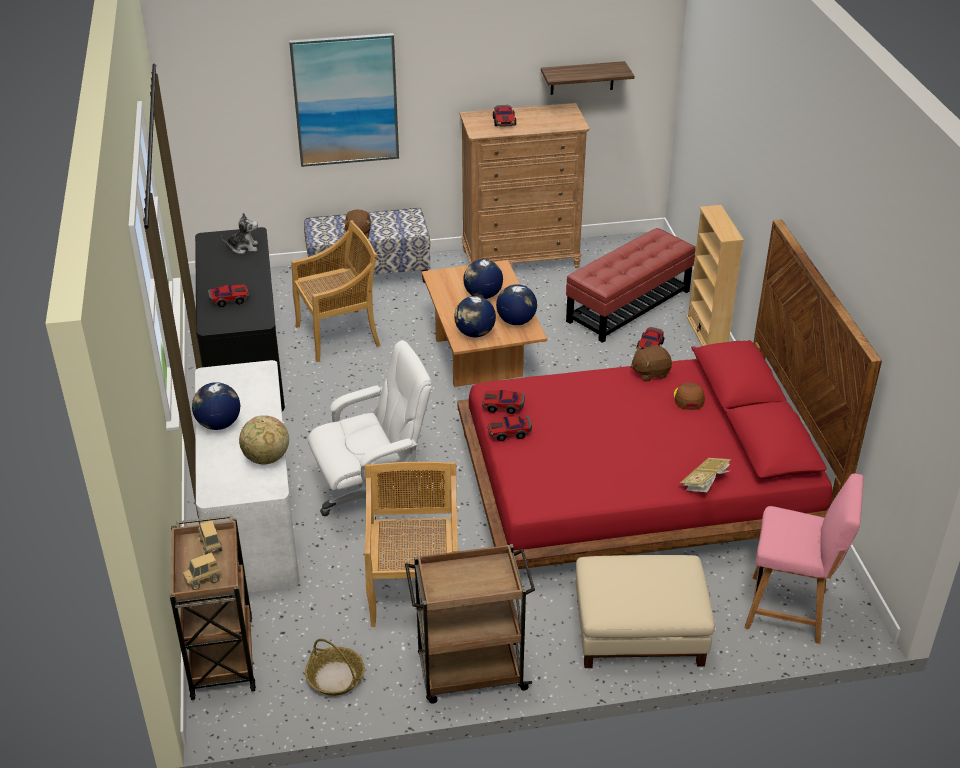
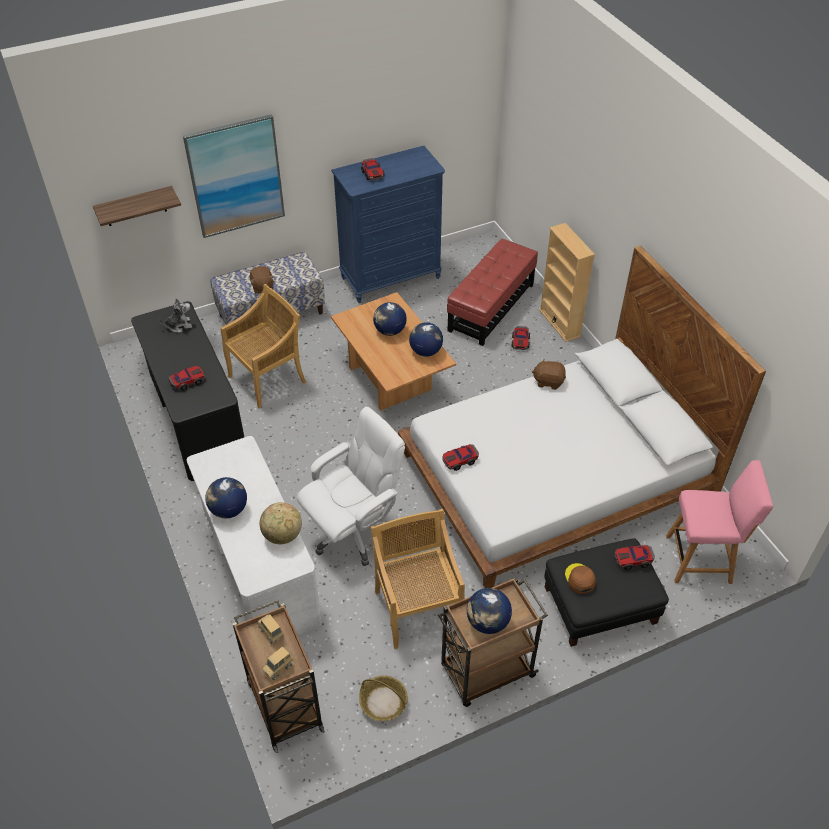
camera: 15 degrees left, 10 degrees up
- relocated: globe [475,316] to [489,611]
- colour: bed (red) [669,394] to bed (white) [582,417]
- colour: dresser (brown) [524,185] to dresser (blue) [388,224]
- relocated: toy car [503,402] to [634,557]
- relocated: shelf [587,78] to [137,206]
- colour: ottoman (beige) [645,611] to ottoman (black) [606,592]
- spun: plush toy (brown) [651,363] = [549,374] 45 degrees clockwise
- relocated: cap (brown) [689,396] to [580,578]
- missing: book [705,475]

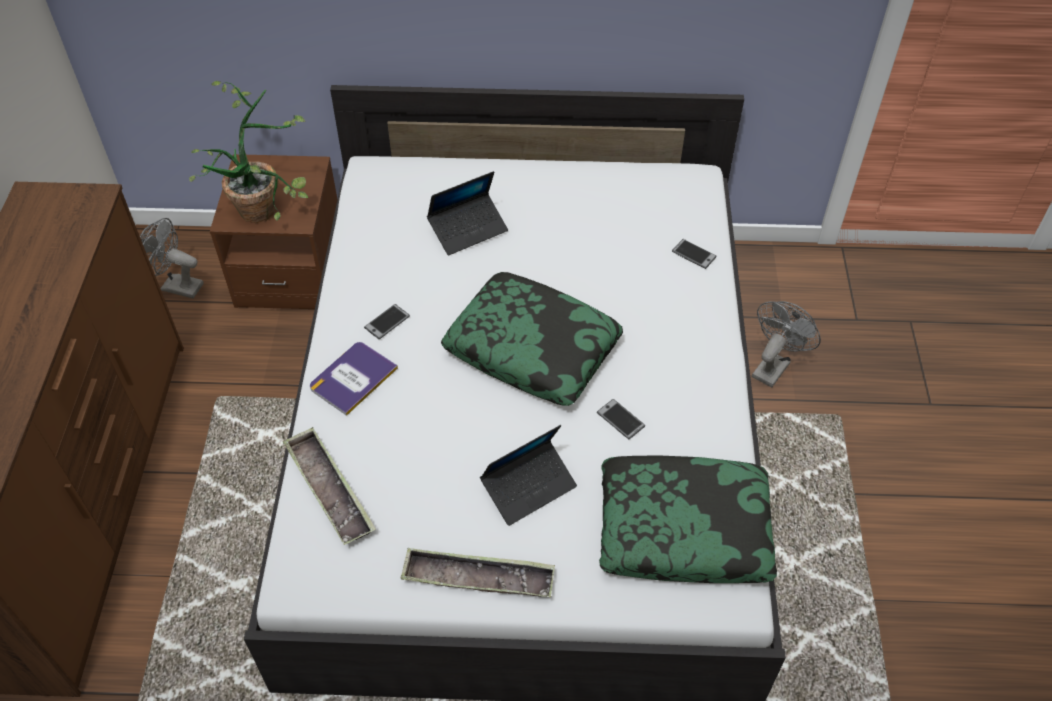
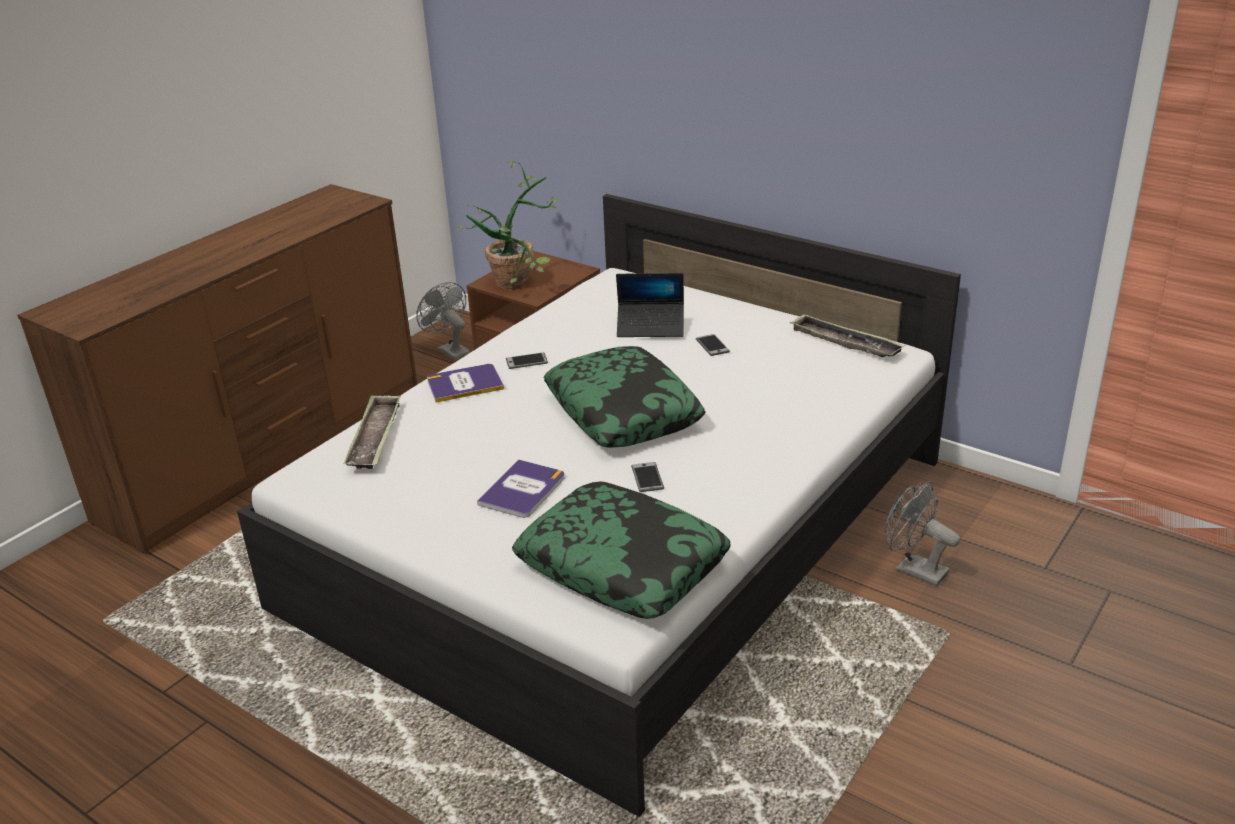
camera: 35 degrees right, 20 degrees down
- relocated: tray [477,572] to [847,335]
- exchanged: laptop [528,475] to book [521,488]
- relocated: phone [694,254] to [713,345]
- spun: fan (grey) [786,344] = [922,534] 120 degrees counterclockwise

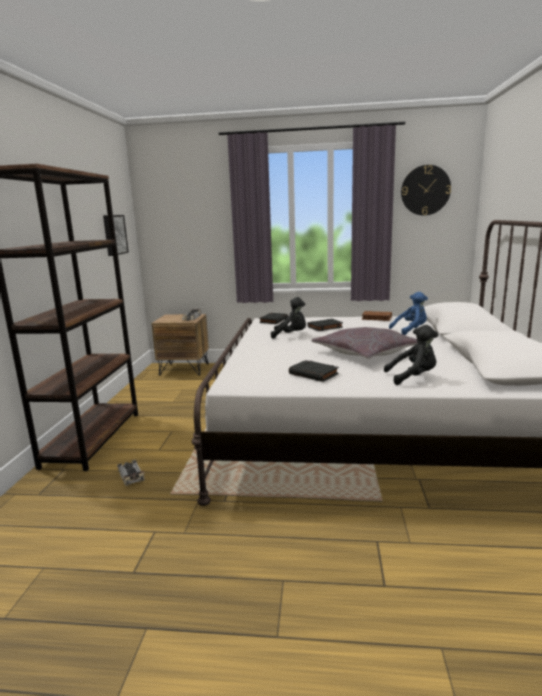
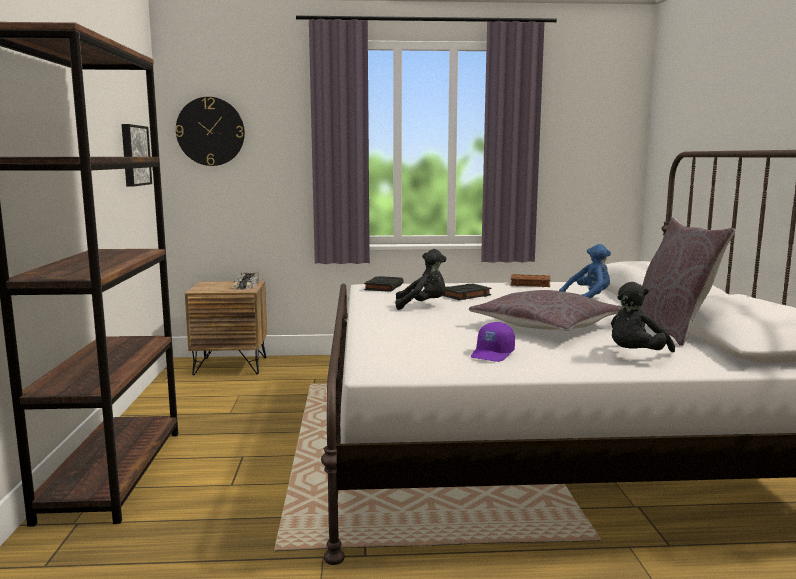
camera: 10 degrees left, 5 degrees down
- missing: toy car [131,473]
- exchanged: book (black) [314,371] to cap (purple) [493,342]
- spun: plush toy (black) [411,355] = [643,317] 150 degrees clockwise
- relocated: wall clock [426,190] to [210,131]
- appeared: pillow (grey) [687,281]

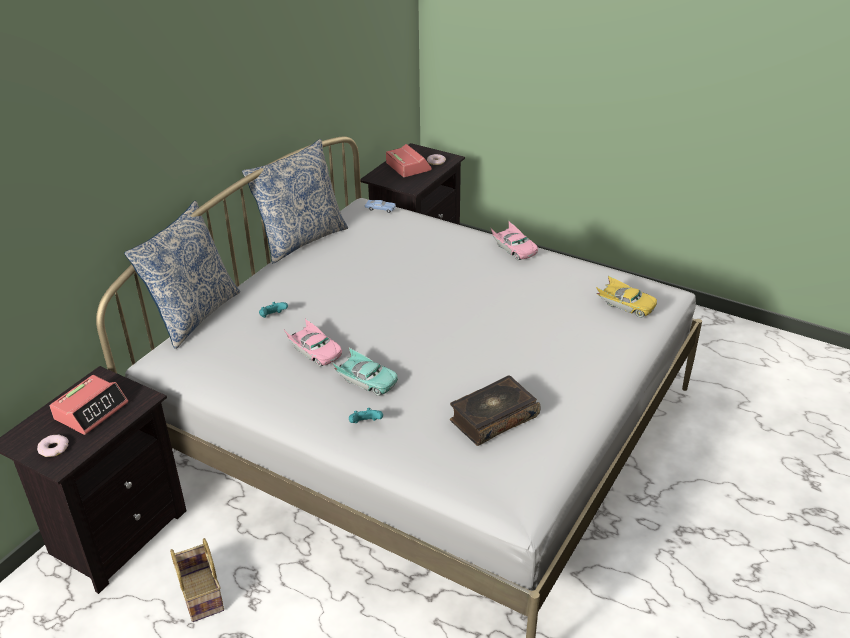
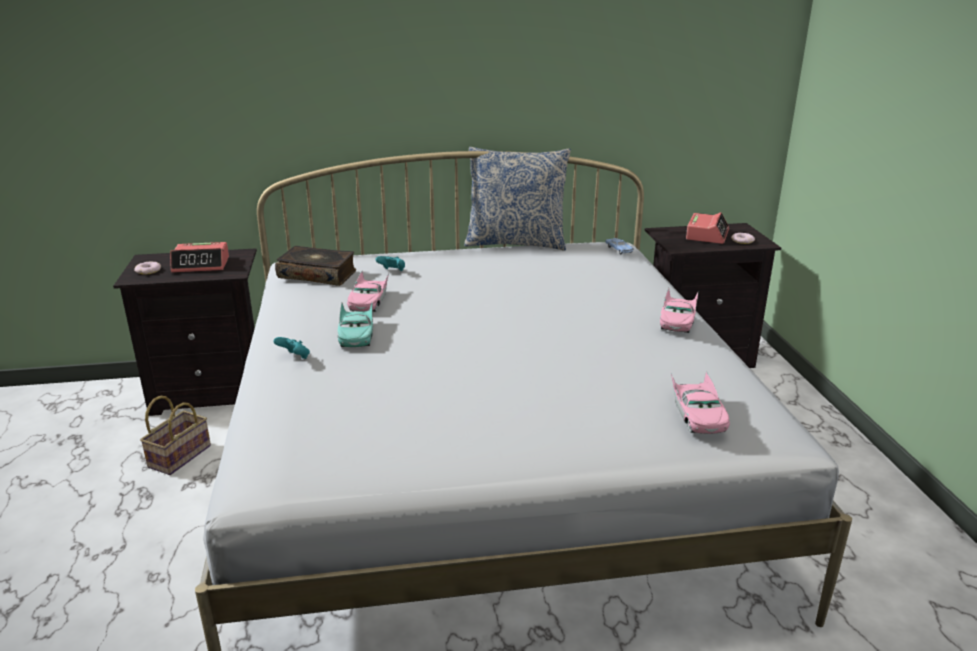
camera: 50 degrees right, 10 degrees down
- missing: pillow [182,275]
- relocated: book [495,410] to [315,266]
- colour: toy car (yellow) [626,297] to toy car (pink) [700,402]

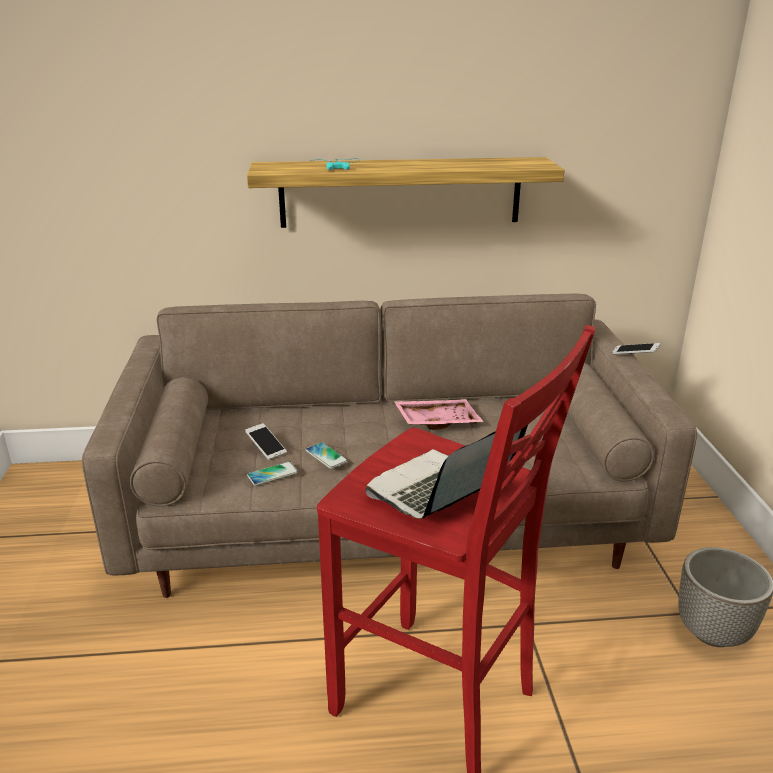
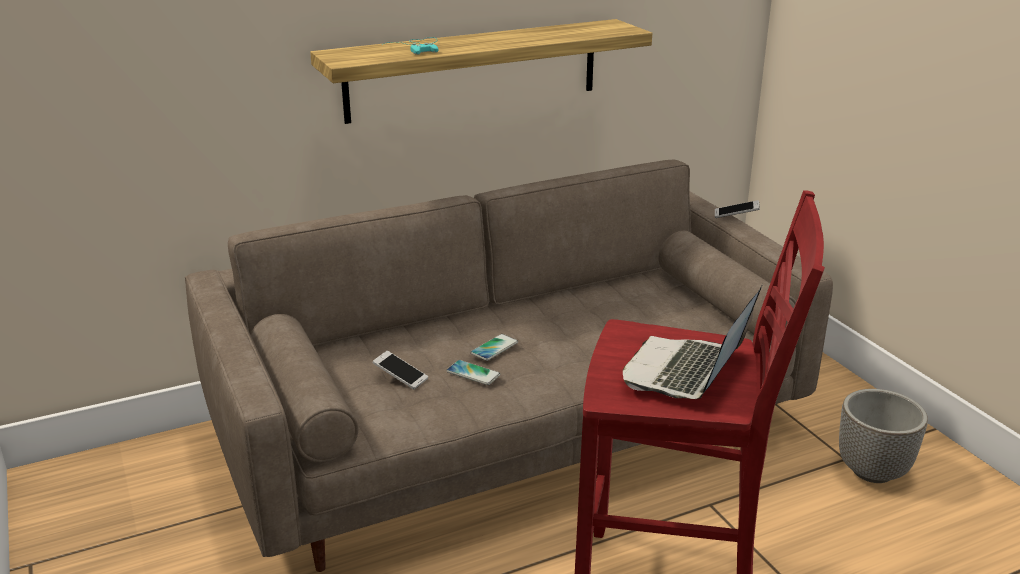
camera: 20 degrees left, 0 degrees up
- relocated: phone [272,474] to [494,347]
- missing: tray (pink) [439,414]

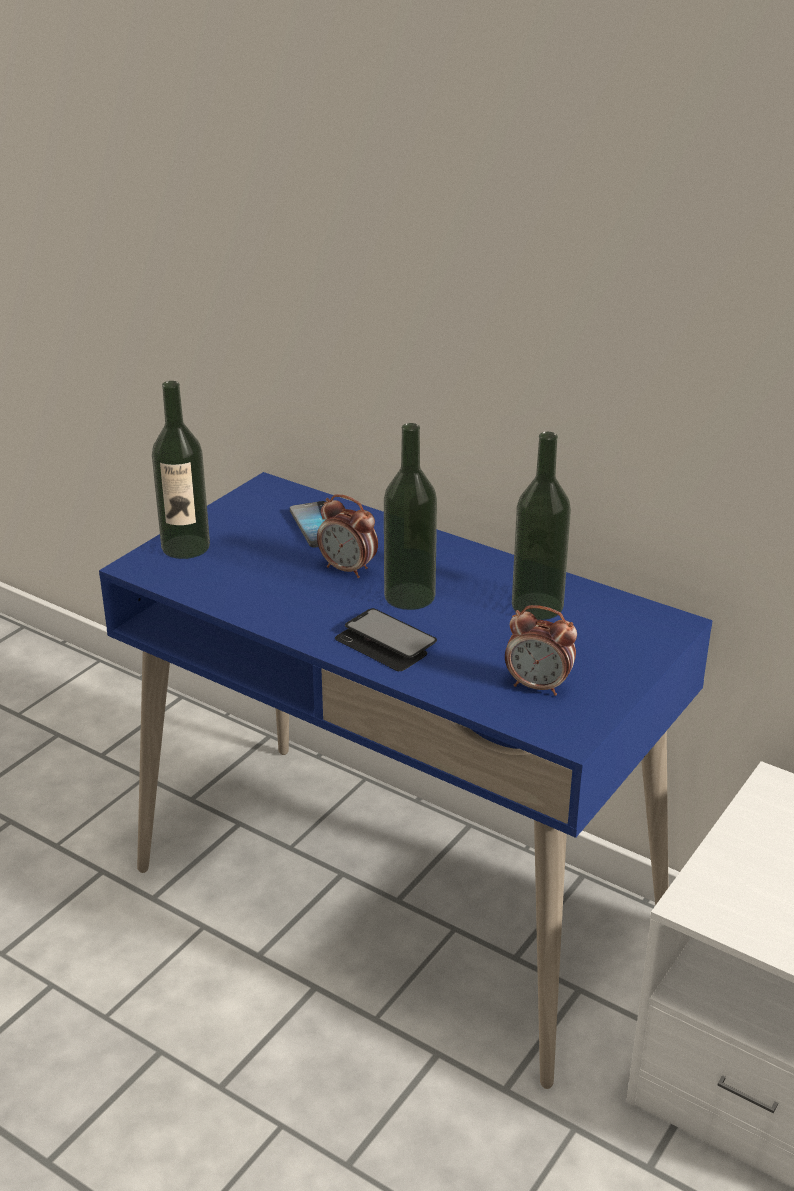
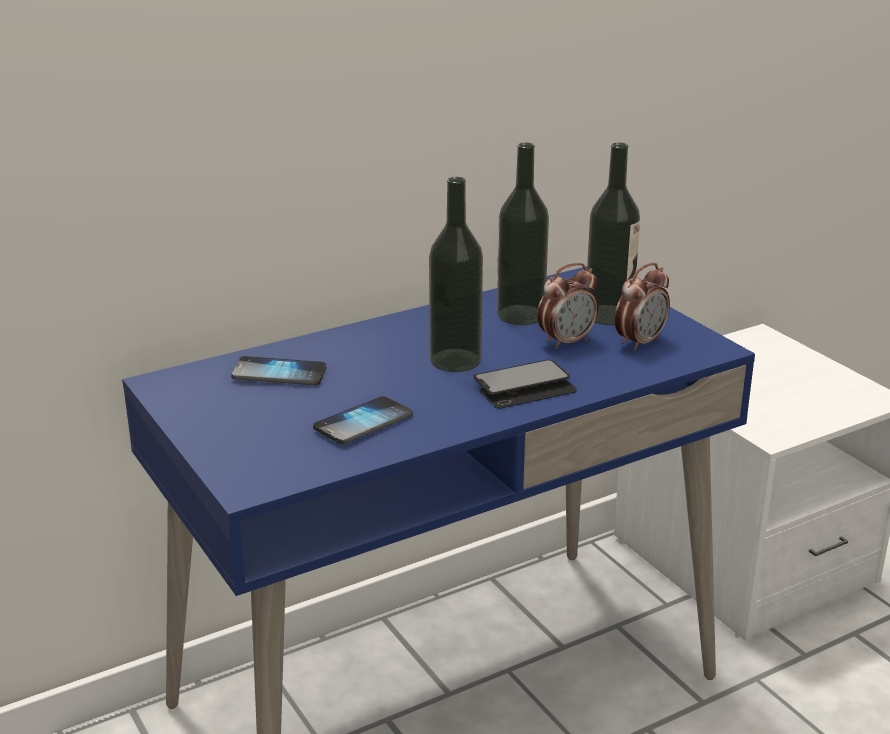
camera: 65 degrees left, 5 degrees down
- relocated: bottle [181,470] to [613,234]
- relocated: alarm clock [347,536] to [568,306]
- appeared: phone [363,420]

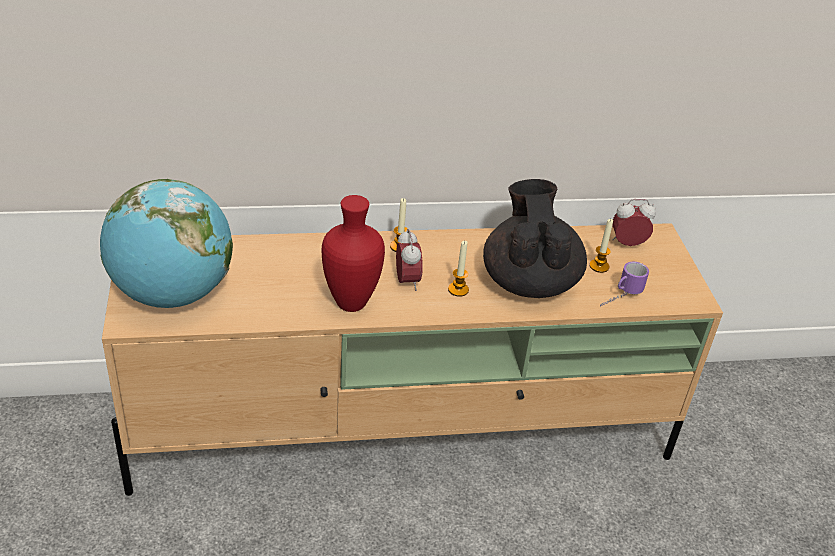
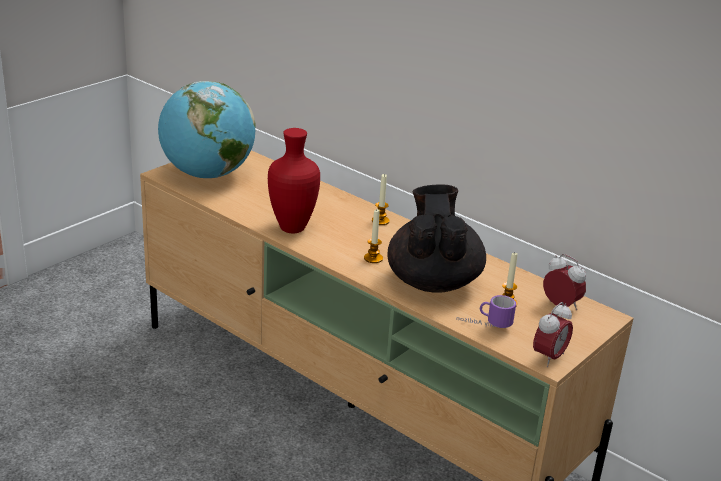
camera: 50 degrees right, 10 degrees down
- relocated: alarm clock [409,260] to [553,334]
- spun: teapot (black) [535,238] = [436,238] 45 degrees counterclockwise

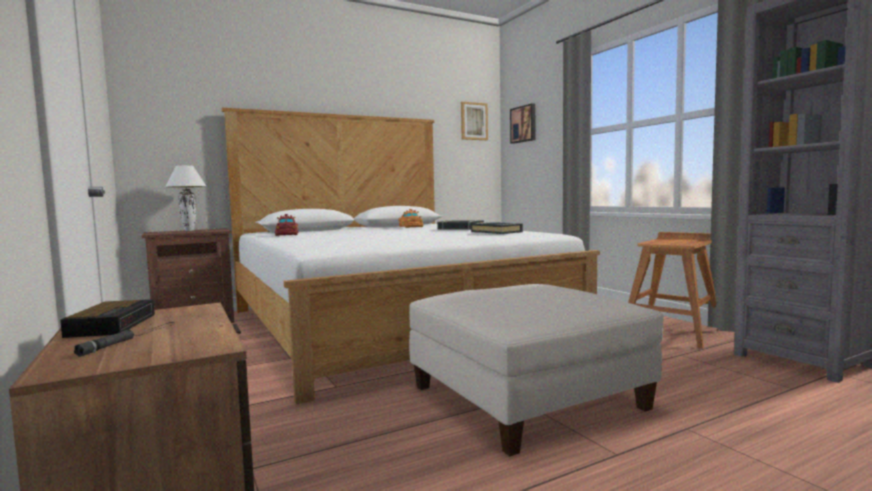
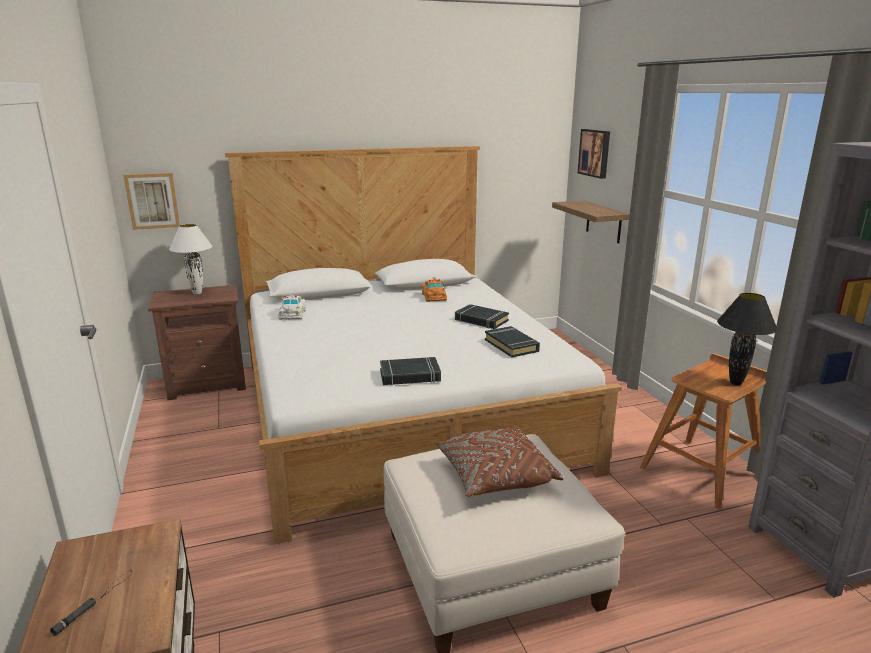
camera: 10 degrees right, 15 degrees up
- missing: alarm clock [107,318]
- colour: toy car (red) [286,225] to toy car (white) [292,306]
- relocated: picture [474,121] to [152,201]
- appeared: book (black) [410,371]
- appeared: pillow (brown) [499,462]
- appeared: shelf [591,221]
- appeared: table lamp (black) [747,339]

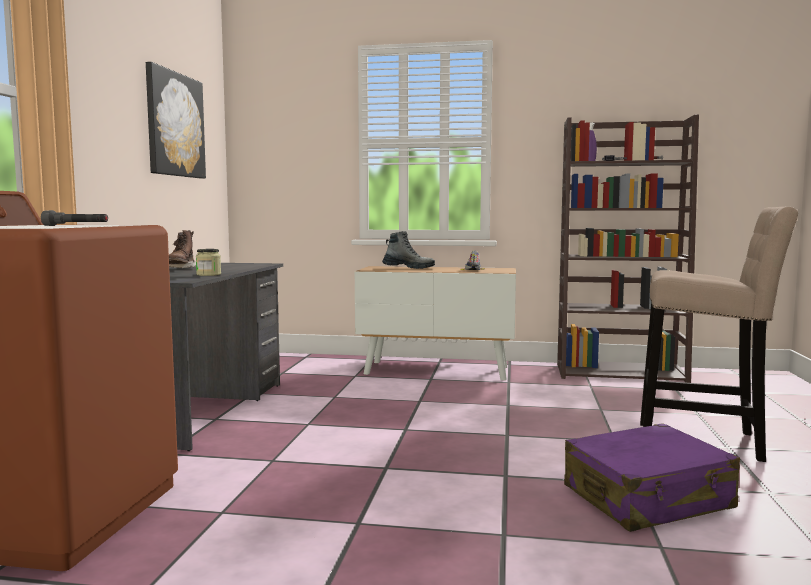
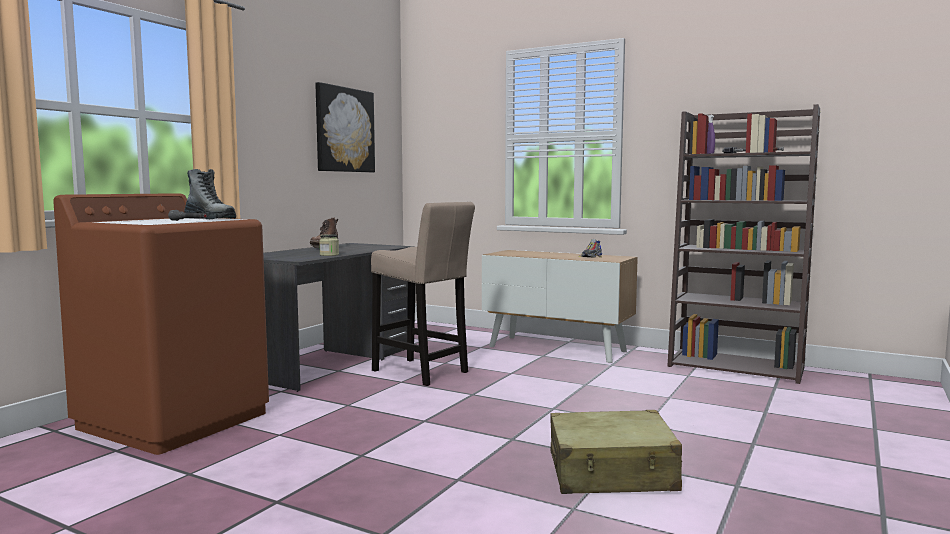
camera: 20 degrees right, 0 degrees up
- relocated: boot [408,250] to [210,194]
- colour: suitcase (purple) [652,477] to suitcase (beige) [616,452]
- relocated: stool (beige) [719,334] to [423,294]

